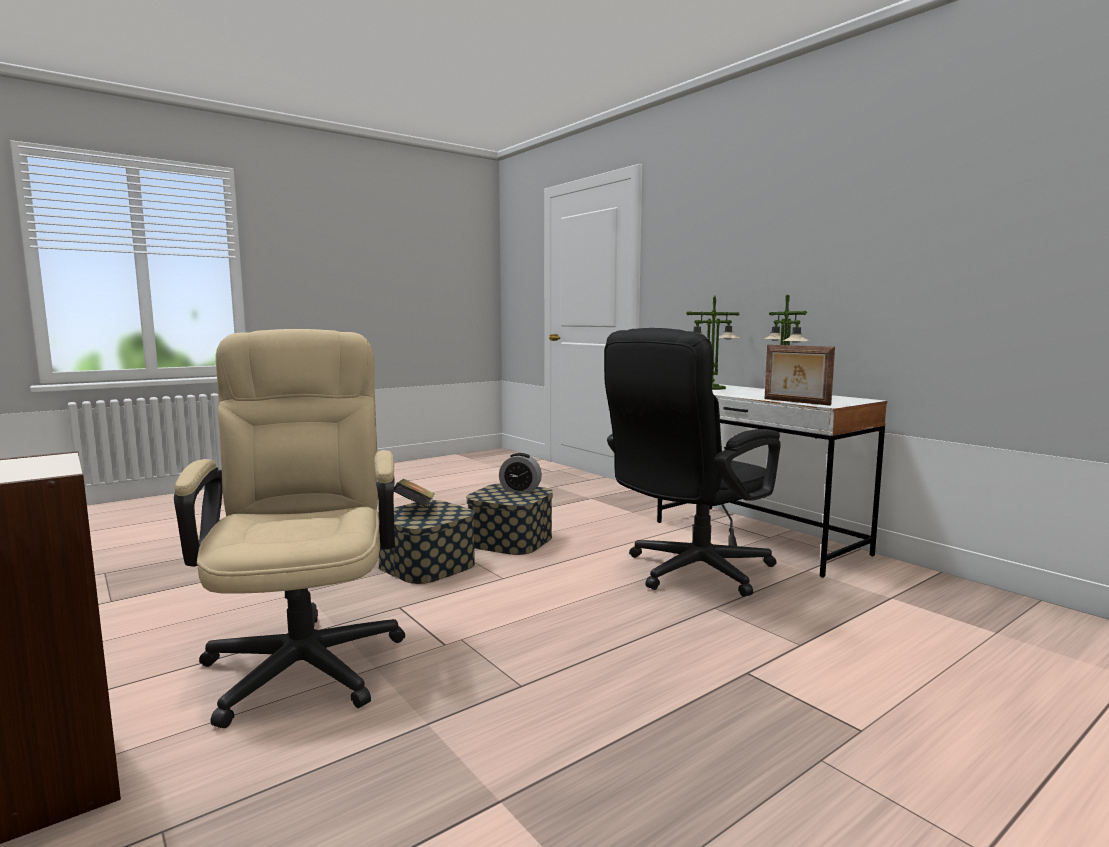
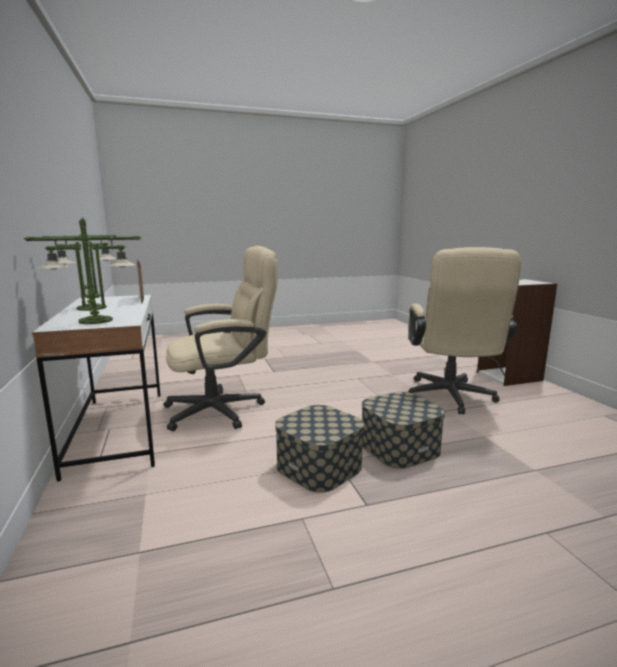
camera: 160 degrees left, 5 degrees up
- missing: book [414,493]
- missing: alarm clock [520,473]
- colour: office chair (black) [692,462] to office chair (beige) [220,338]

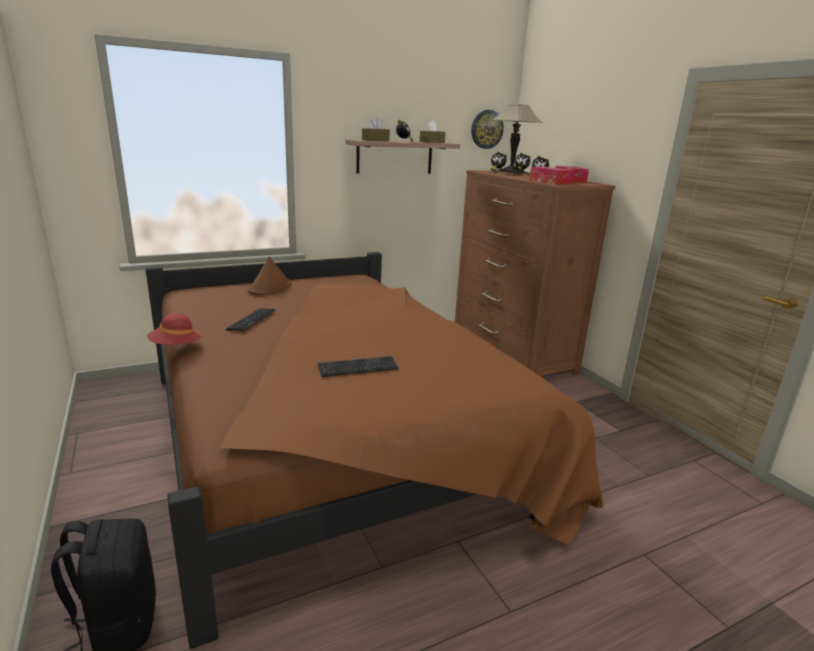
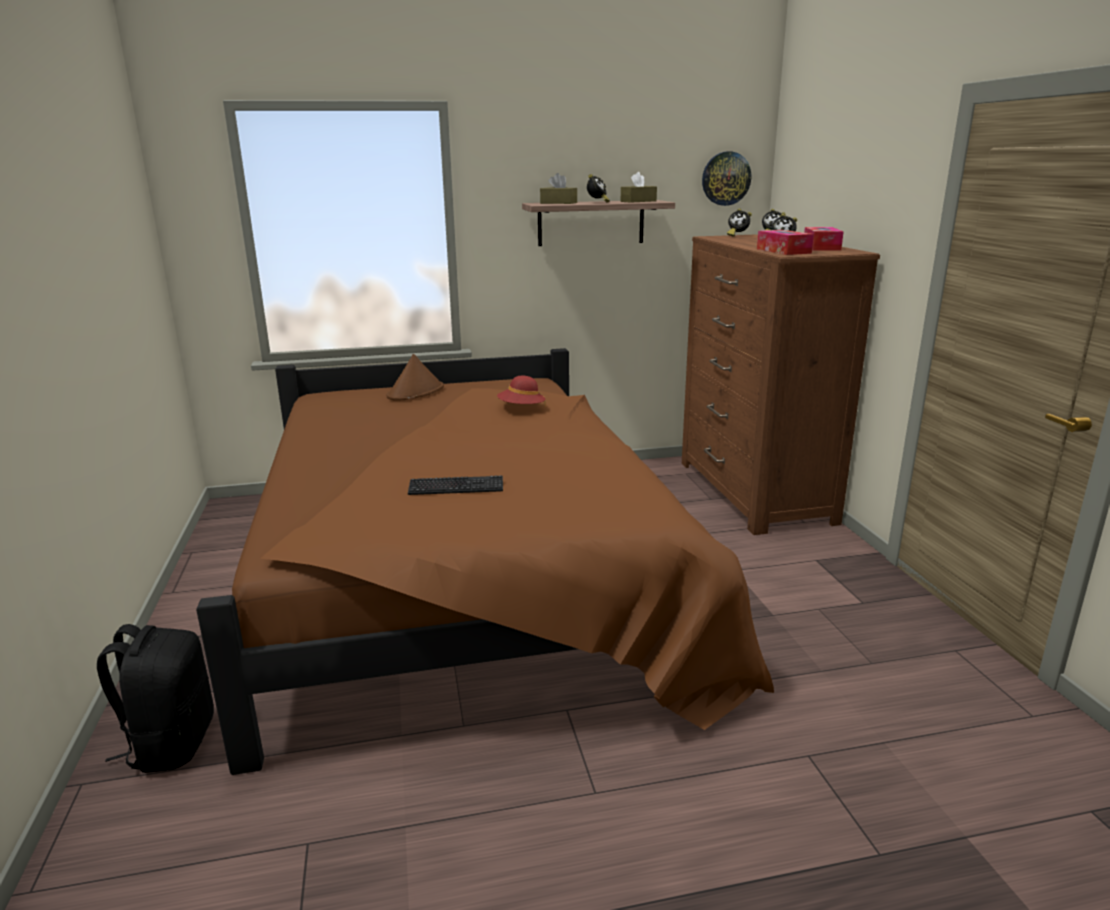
camera: 15 degrees right, 0 degrees up
- relocated: hat (red) [174,329] to [521,390]
- missing: keyboard [251,319]
- missing: table lamp [518,140]

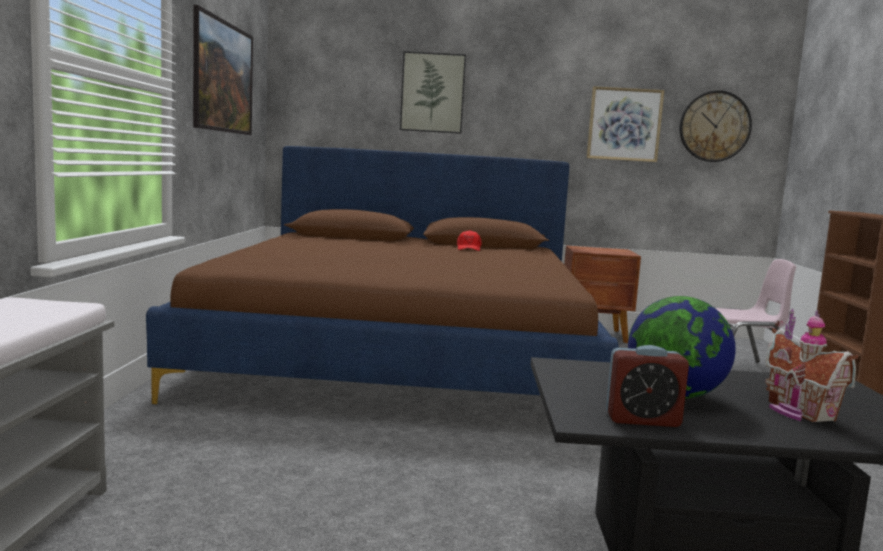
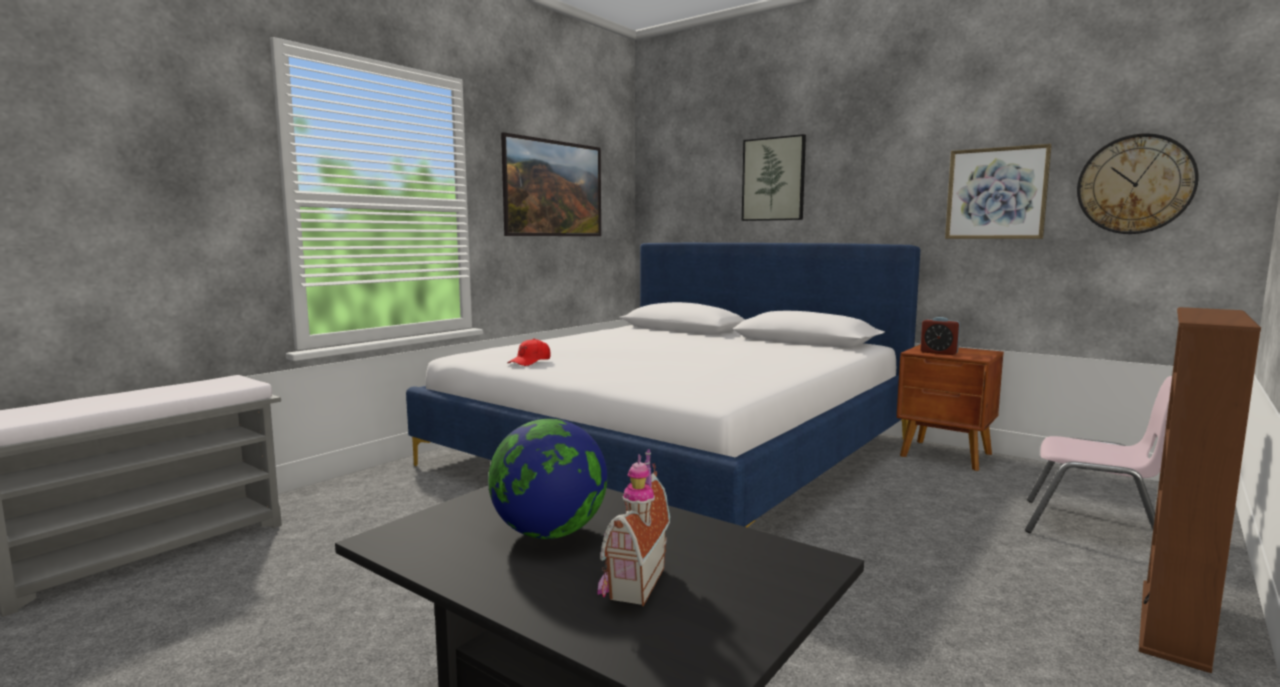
camera: 35 degrees right, 0 degrees up
- colour: bed (brown) [382,275] to bed (white) [663,385]
- relocated: cap (red) [469,240] to [529,352]
- relocated: alarm clock [647,386] to [940,336]

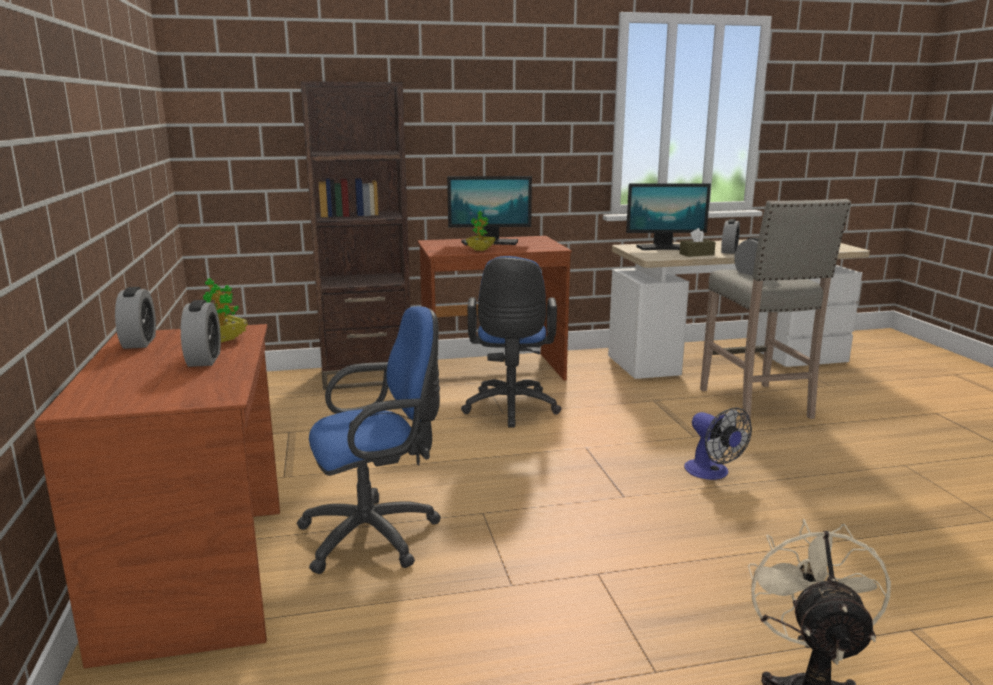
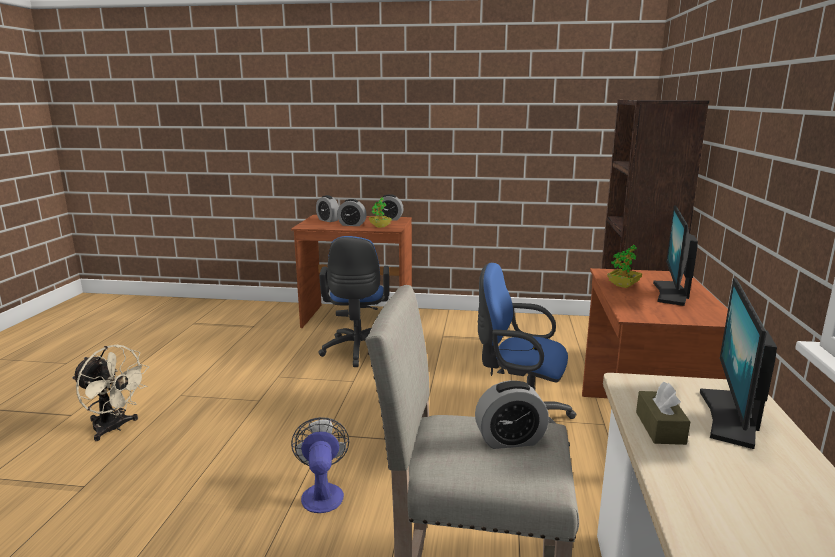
camera: 110 degrees right, 0 degrees up
- spun: fan [718,443] = [320,465] 90 degrees clockwise
- relocated: alarm clock [730,236] to [327,208]

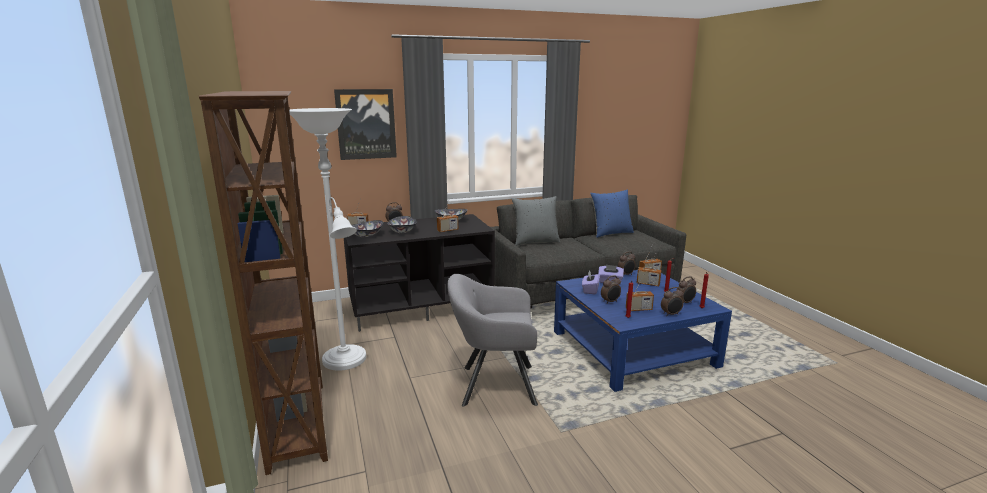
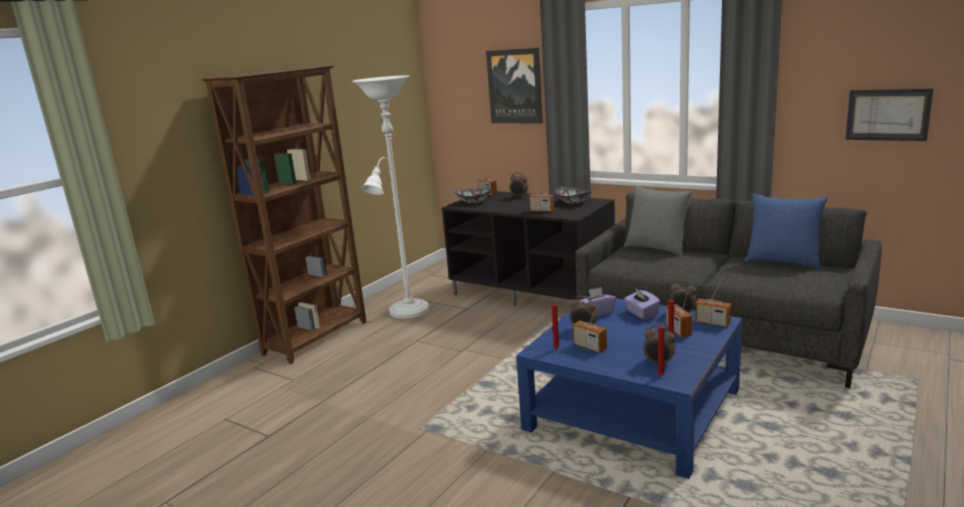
camera: 55 degrees right, 0 degrees up
- missing: bowl [402,225]
- missing: armchair (grey) [492,340]
- missing: alarm clock [672,301]
- appeared: picture [889,114]

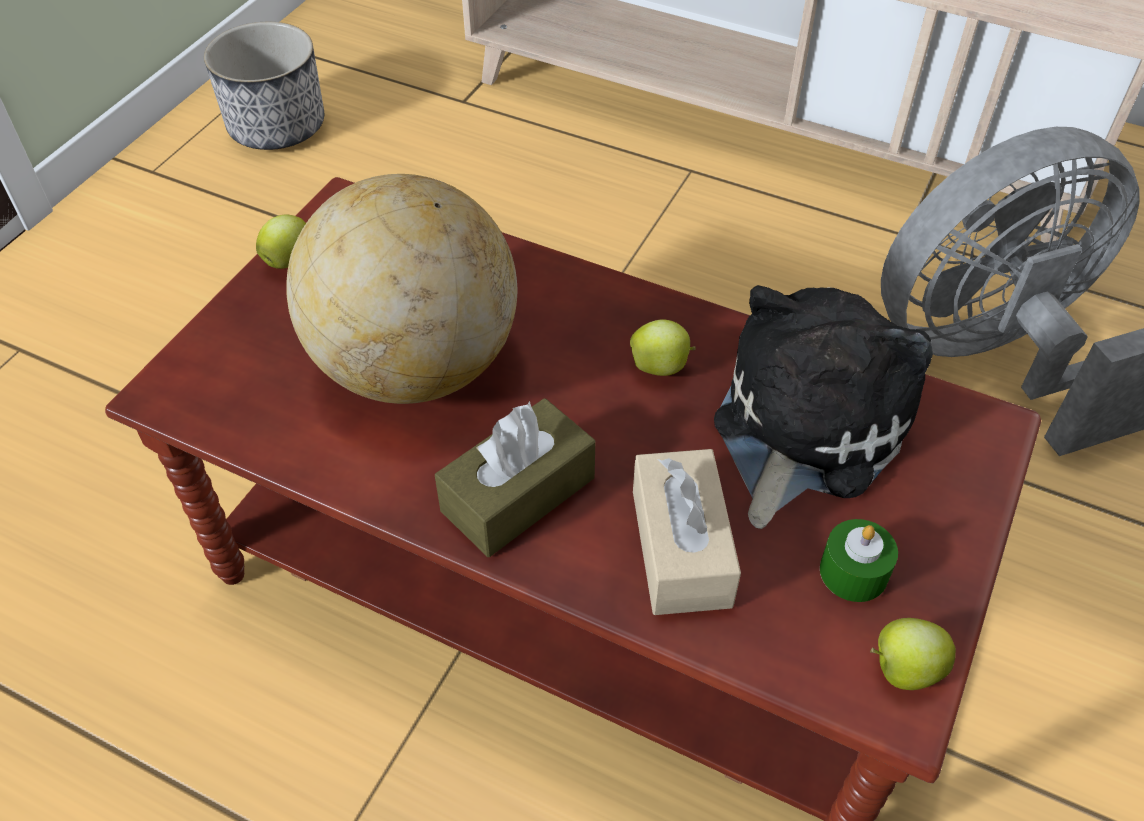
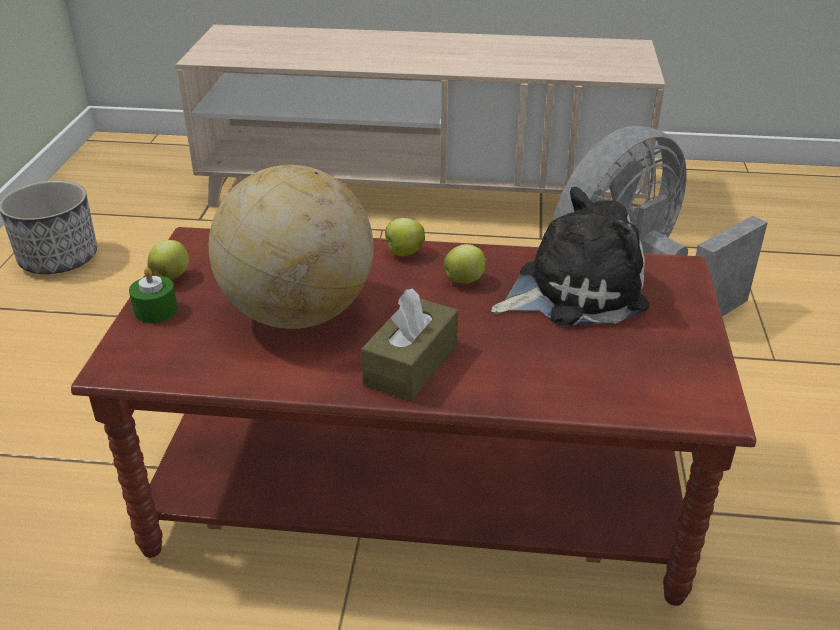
camera: 20 degrees left, 15 degrees down
- missing: tissue box (beige) [687,532]
- spun: plush toy [823,407] = [570,256] 60 degrees clockwise
- relocated: candle (green) [859,560] to [153,295]
- relocated: apple [913,654] to [403,237]

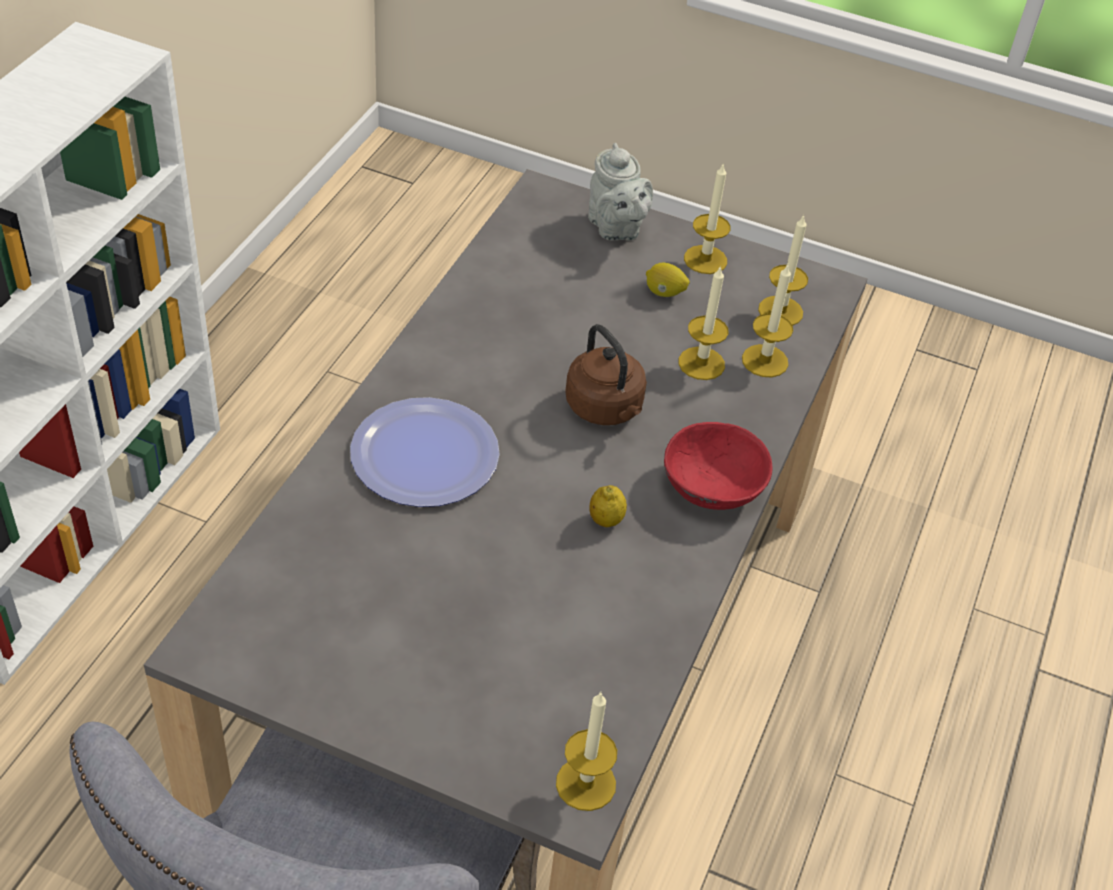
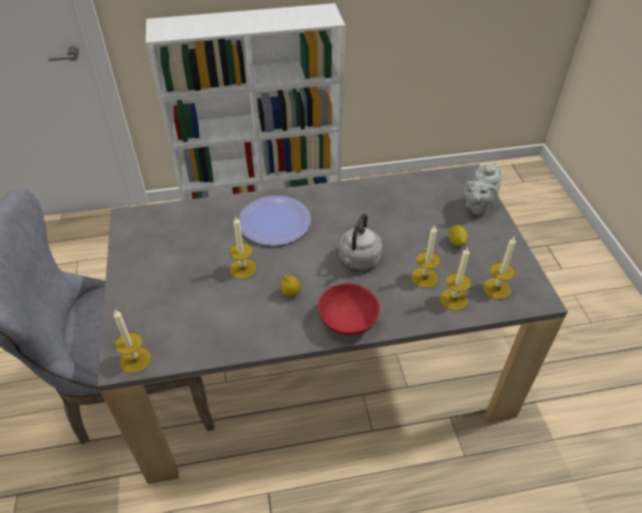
camera: 60 degrees right, 0 degrees up
- colour: kettle (brown) [606,374] to kettle (grey) [360,242]
- relocated: candle [707,218] to [243,248]

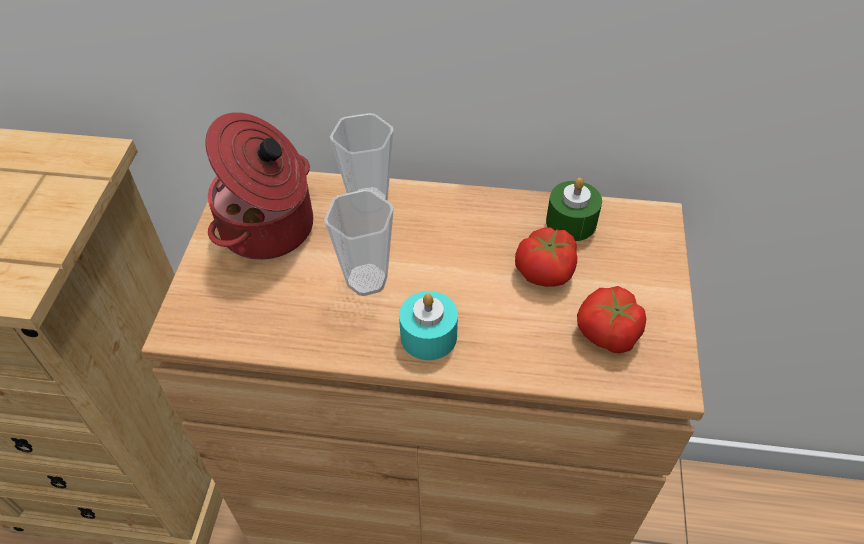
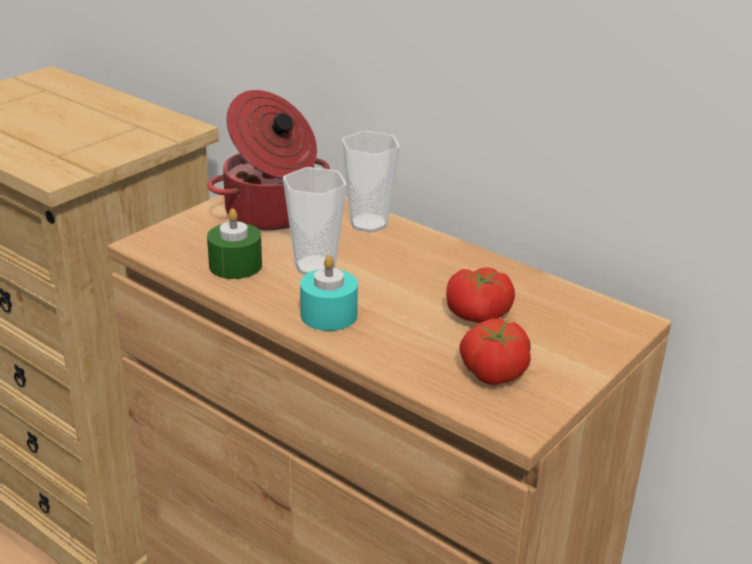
camera: 30 degrees right, 20 degrees down
- relocated: candle (green) [574,209] to [234,243]

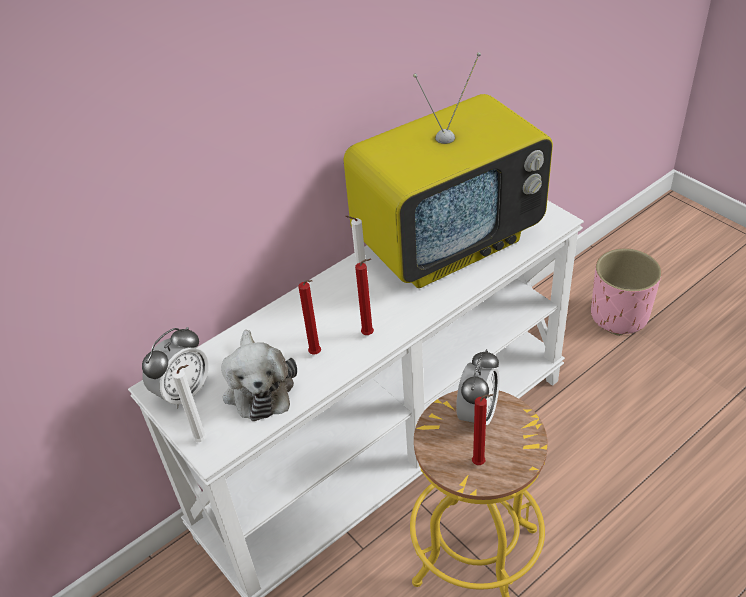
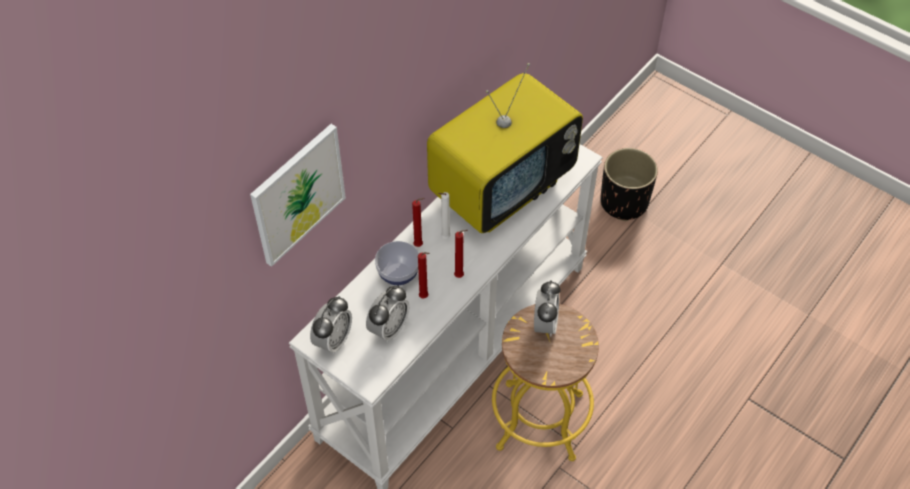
camera: 15 degrees left, 10 degrees up
- missing: candle (white) [189,403]
- exchanged: plush toy [259,375] to alarm clock [387,313]
- relocated: candle (red) [482,429] to [418,222]
- colour: planter (pink) [626,292] to planter (black) [629,184]
- appeared: picture [298,195]
- appeared: bowl [397,263]

